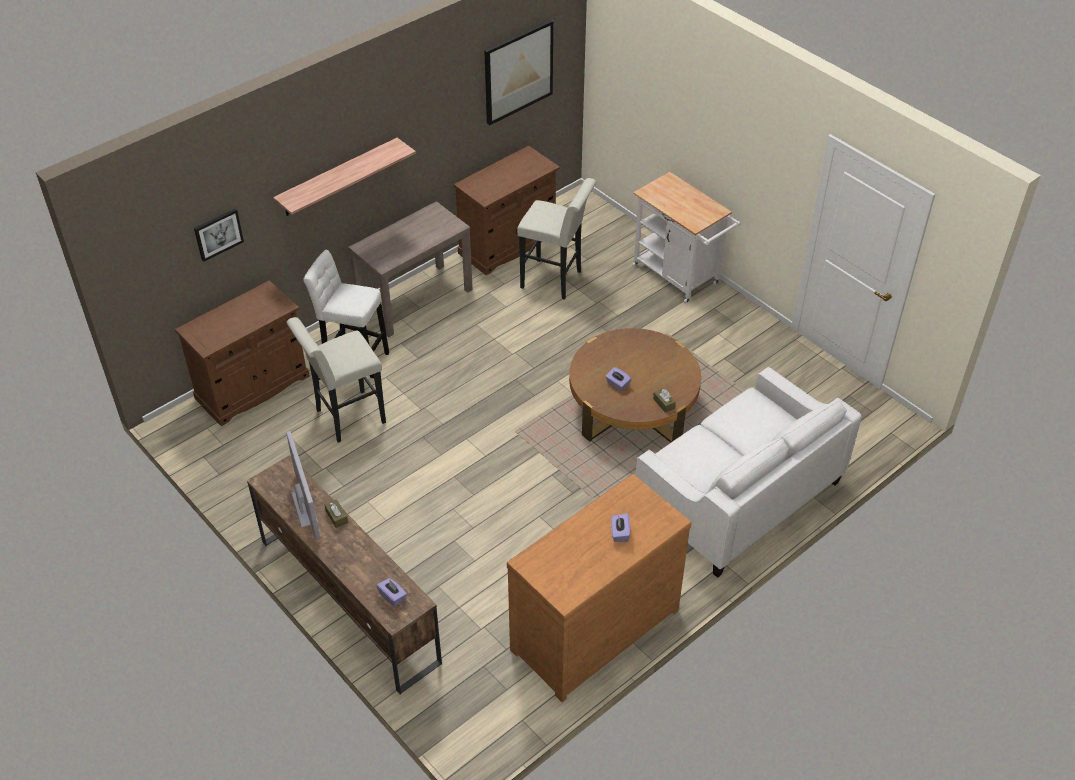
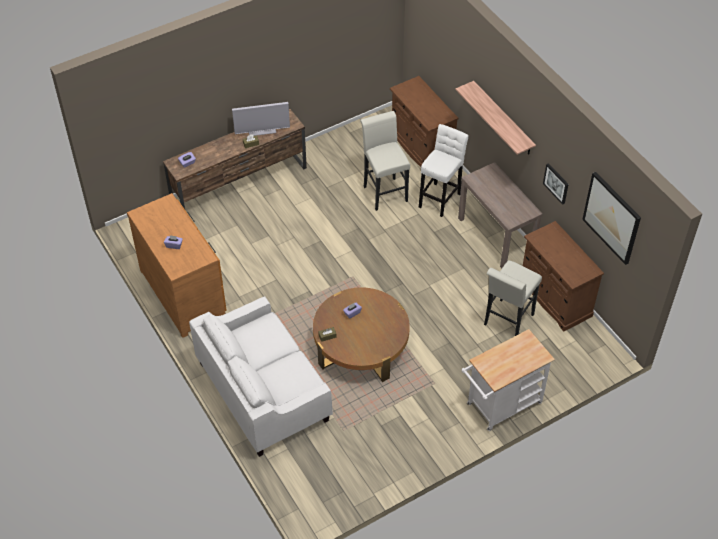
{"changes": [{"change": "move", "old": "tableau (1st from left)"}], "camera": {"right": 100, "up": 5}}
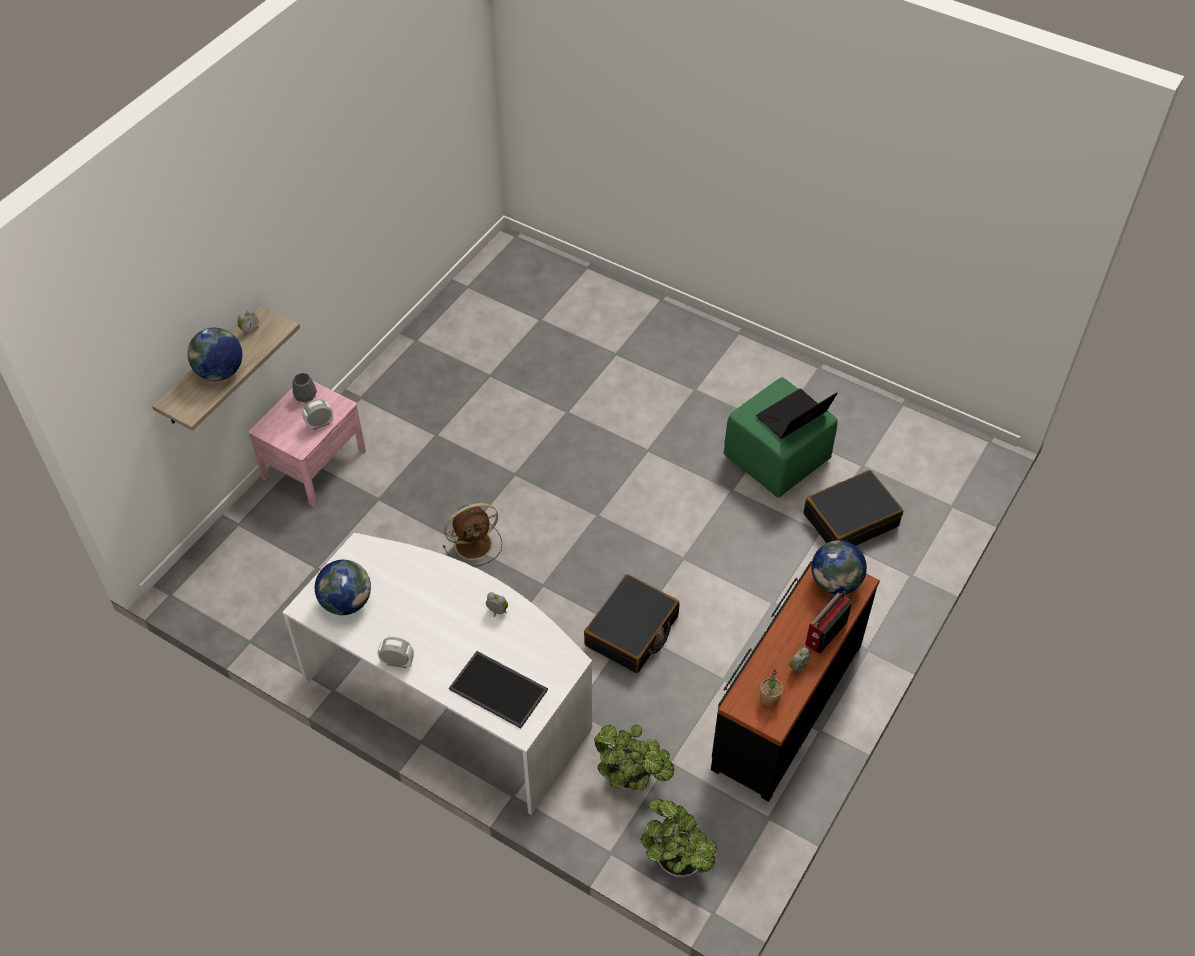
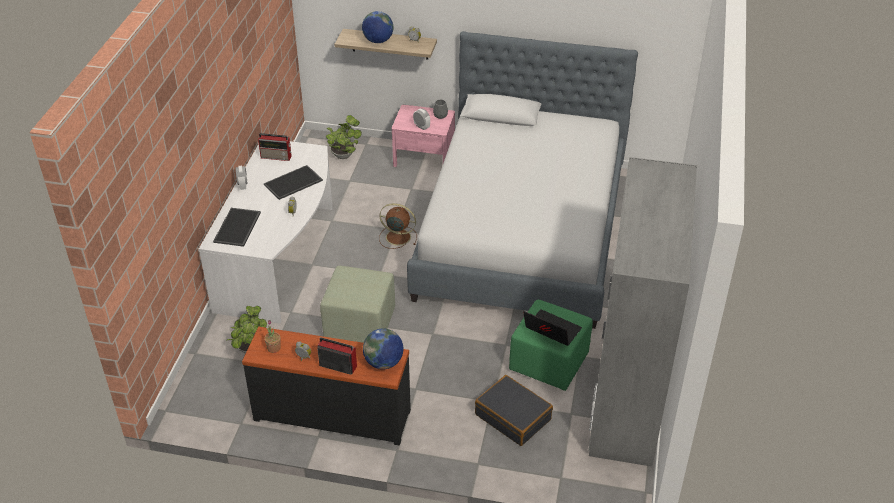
{"changes": [{"change": "rotate", "old": "ventilateur [marron]", "degrees": 150}, {"change": "replace", "old": "globe (2nd from left)", "new": "radio (1st from left)"}, {"change": "replace", "old": "valise [noir] (1st from left)", "new": "pouf [vert] (1st from left)"}, {"change": "move", "old": "plante en pot (2nd from left in the first image)", "new": "plante en pot (3rd from left)"}, {"change": "insert", "new": "lit"}, {"change": "insert", "new": "armoire [gris]"}, {"change": "insert", "new": "plateau (2nd from left)"}], "camera": {"right": 70, "up": -10}}
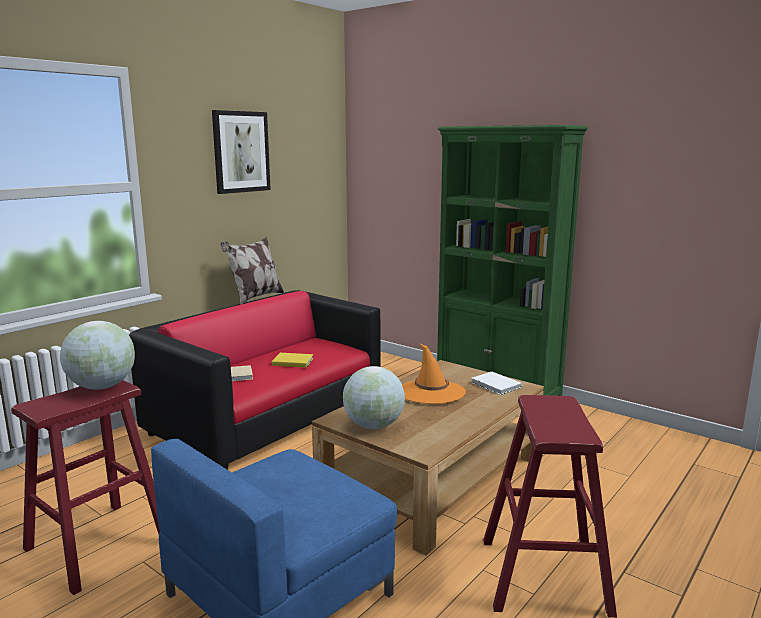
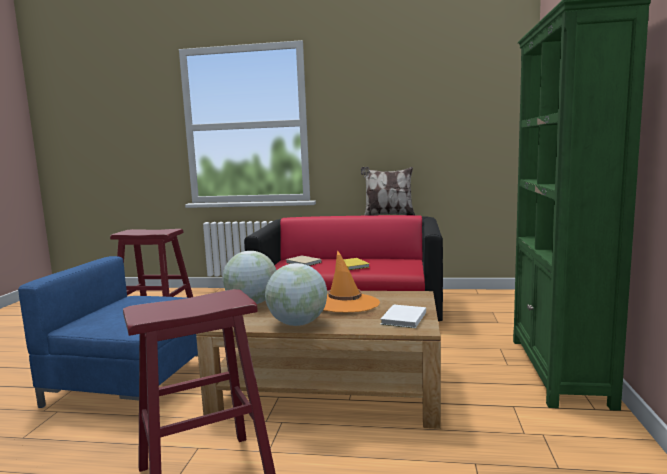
{"changes": [{"change": "delete", "old": "tableau"}, {"change": "move", "old": "globe (1st from left in the first image)", "new": "globe (2nd from left)"}], "camera": {"right": 60, "up": -5}}
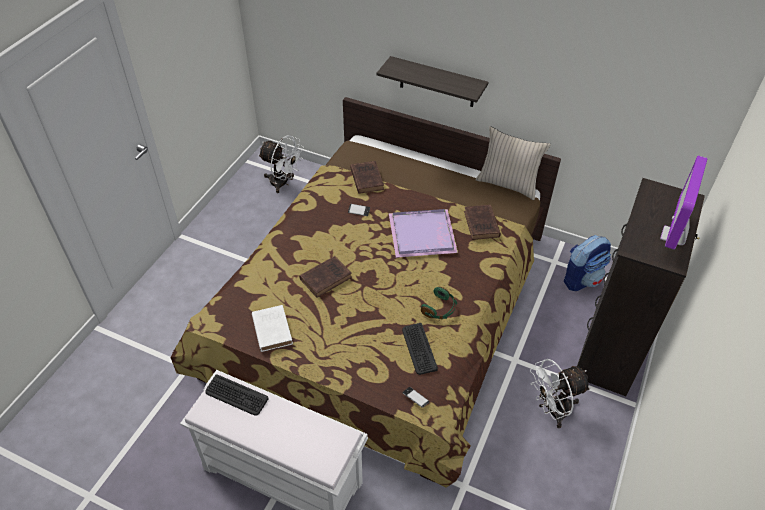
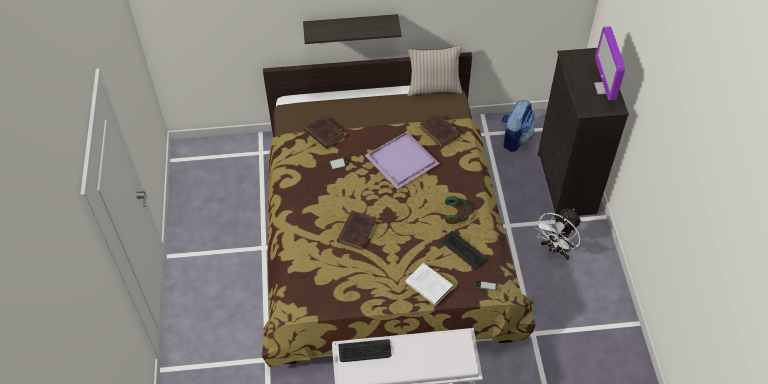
{"changes": [{"change": "delete", "old": "ventilateur [blanc] (1st from left)"}, {"change": "move", "old": "livre [blanc]"}], "camera": {"right": -30, "up": 5}}
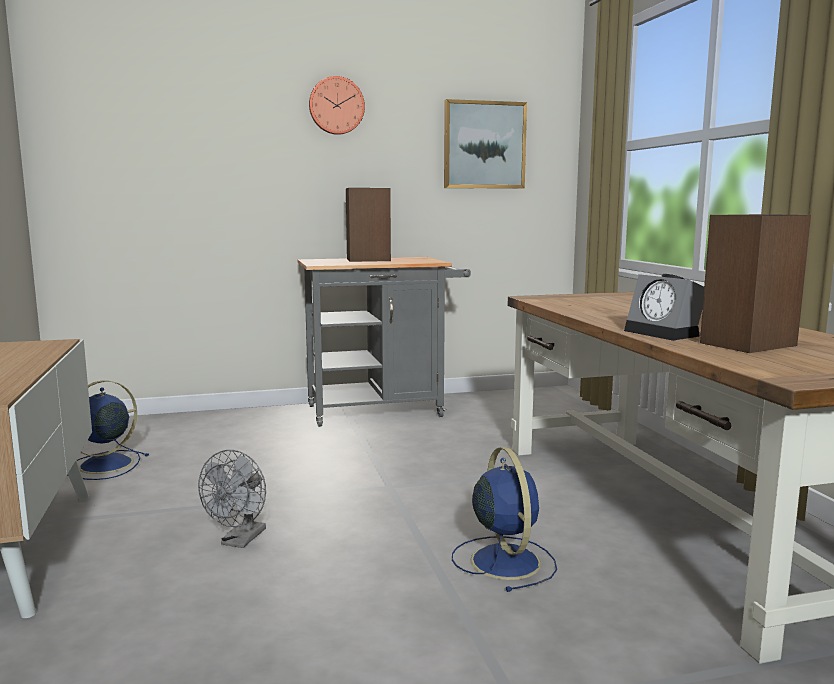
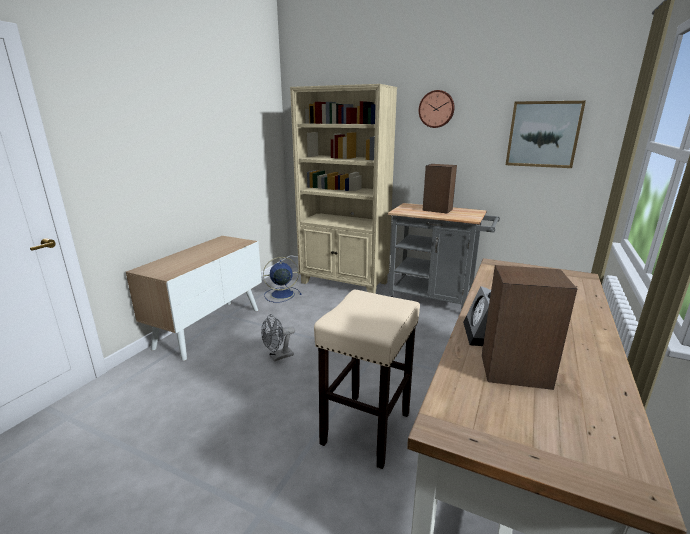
{"changes": [{"change": "replace", "old": "ventilateur [bleu] (2nd from left)", "new": "tabouret [beige]"}, {"change": "insert", "new": "bibliothèque [beige]"}], "camera": {"right": 40, "up": 10}}
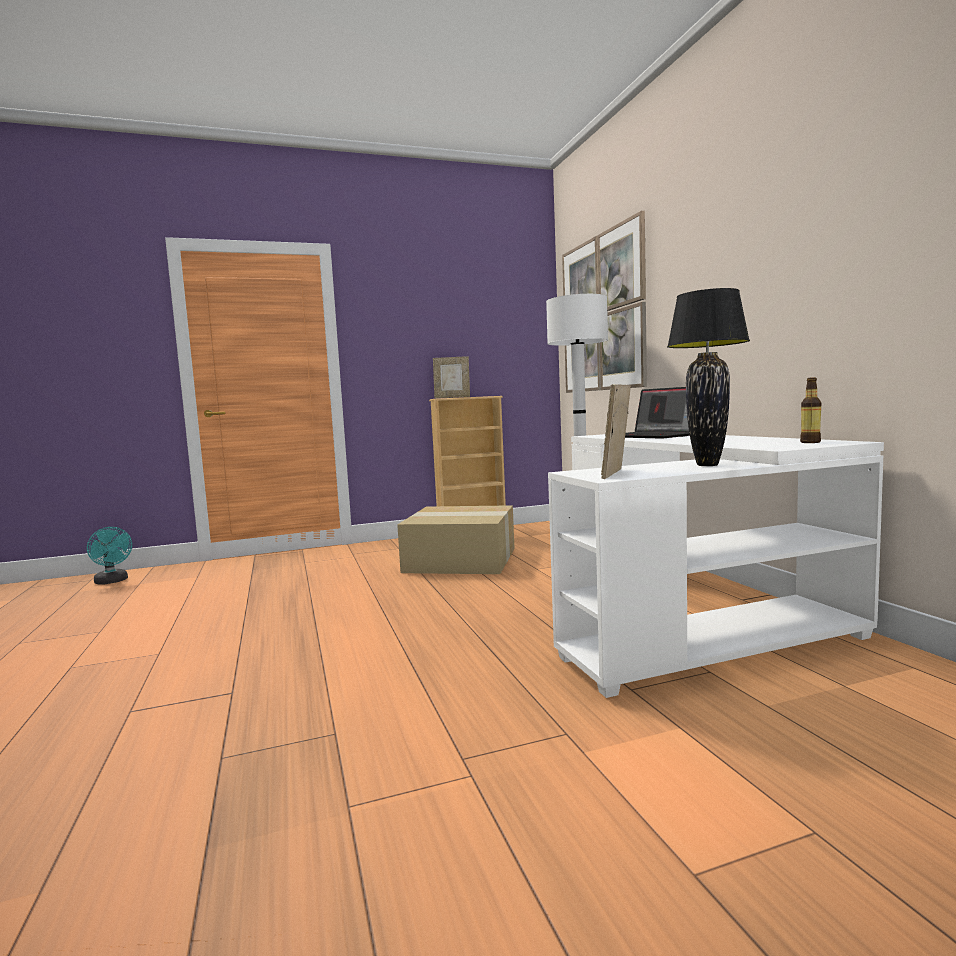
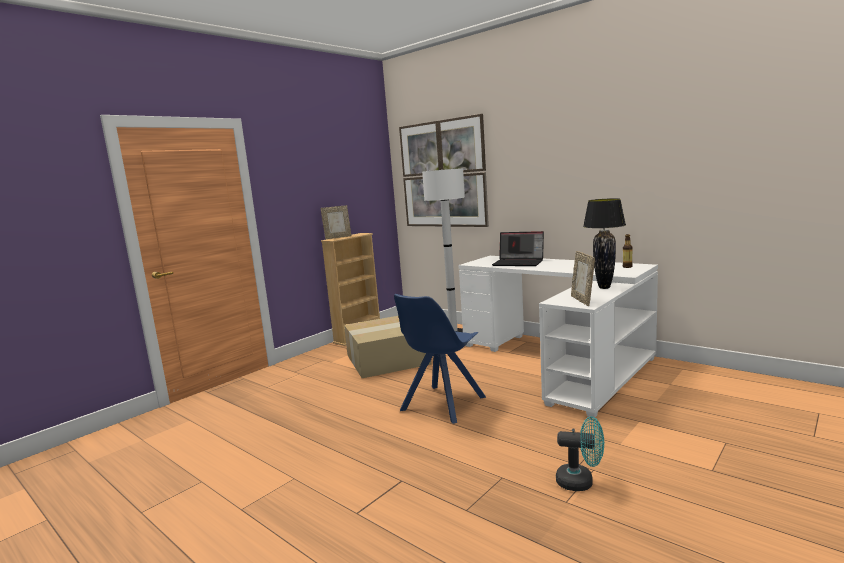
{"changes": [{"change": "move", "old": "ventilateur [turquoise]"}, {"change": "insert", "new": "chaise [bleu]"}], "camera": {"right": -30, "up": 5}}
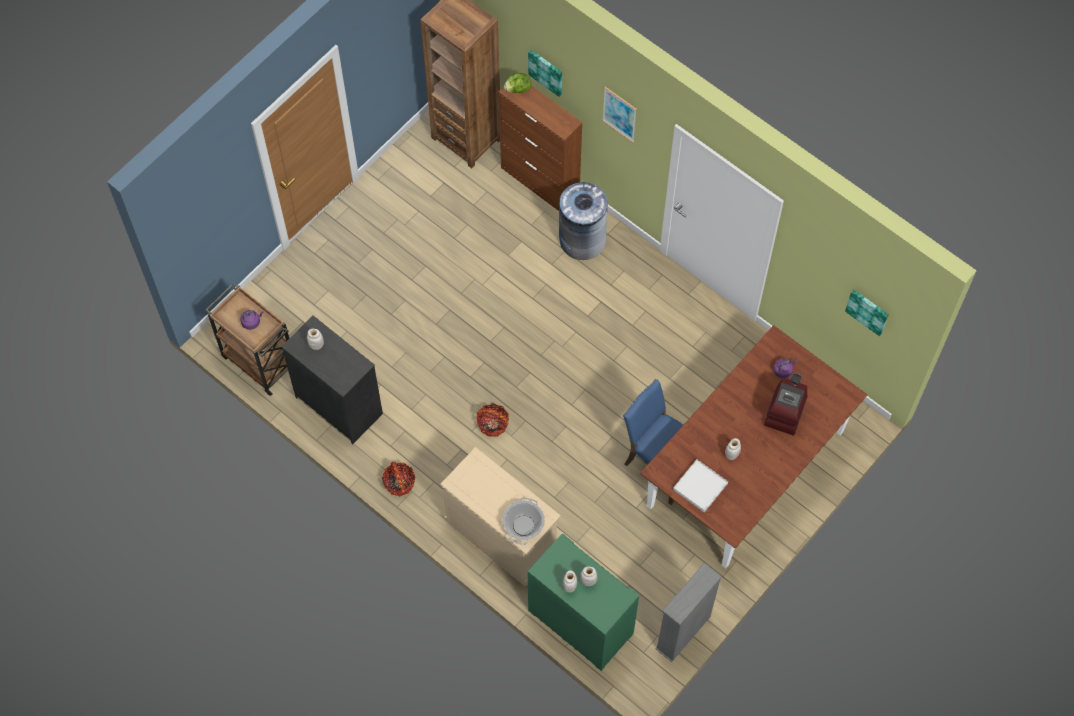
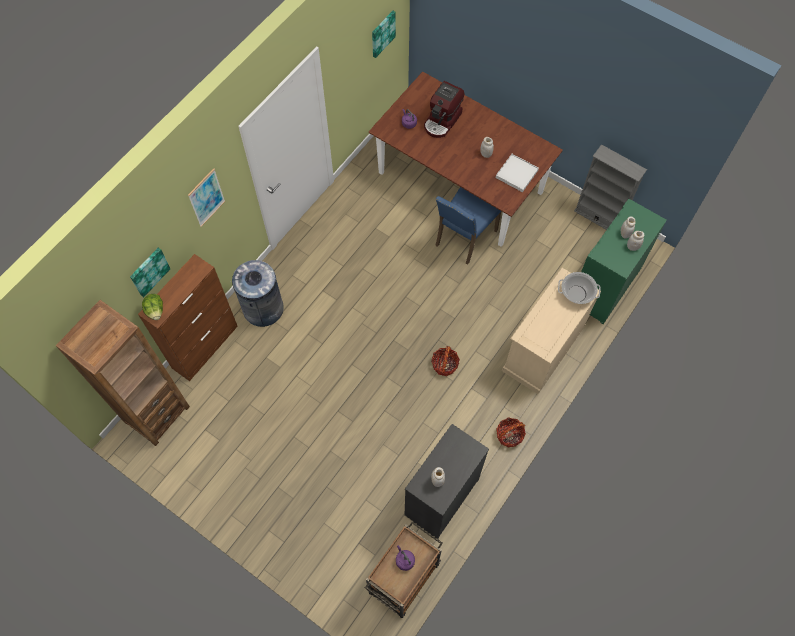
{"changes": [{"change": "rotate", "old": "machine à café", "degrees": -75}], "camera": {"right": -95, "up": 0}}
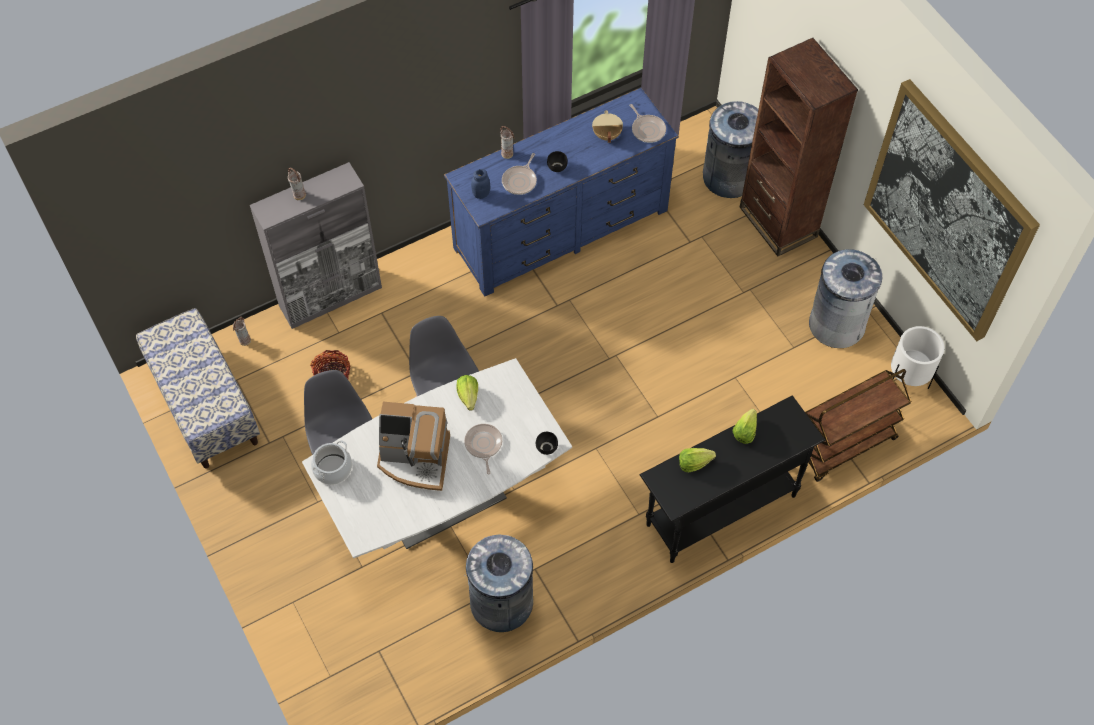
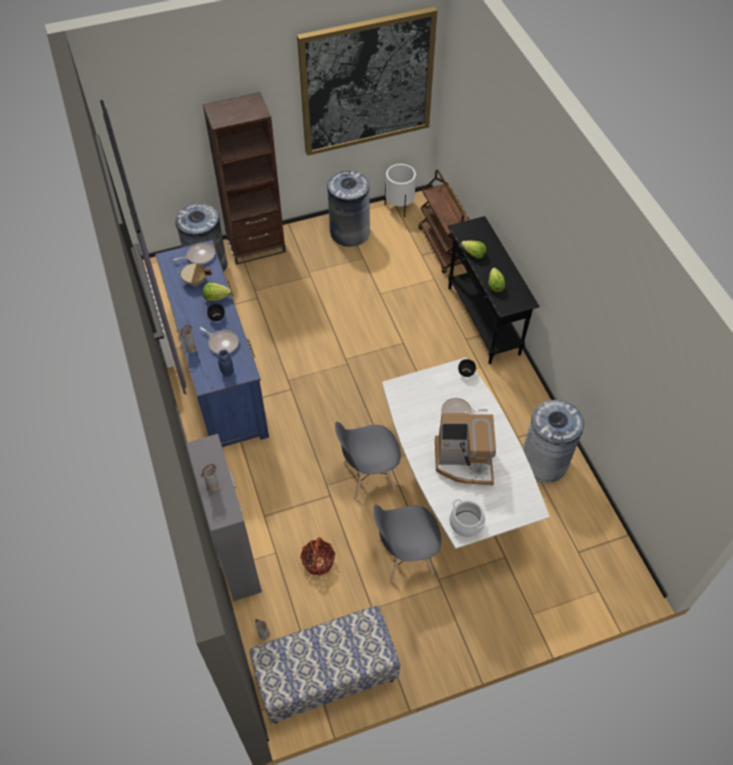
{"changes": [{"change": "move", "old": "laitue (1st from left)"}, {"change": "rotate", "old": "machine à café", "degrees": 75}], "camera": {"right": -80, "up": -5}}
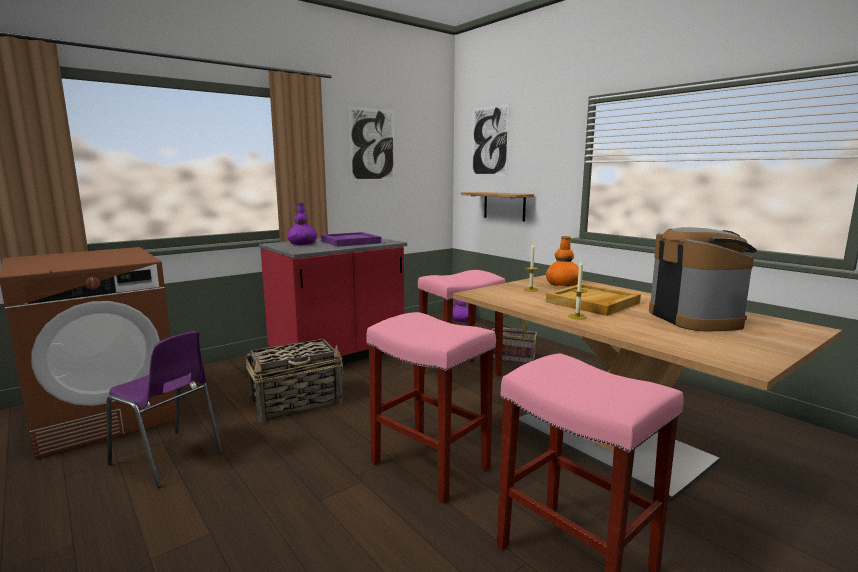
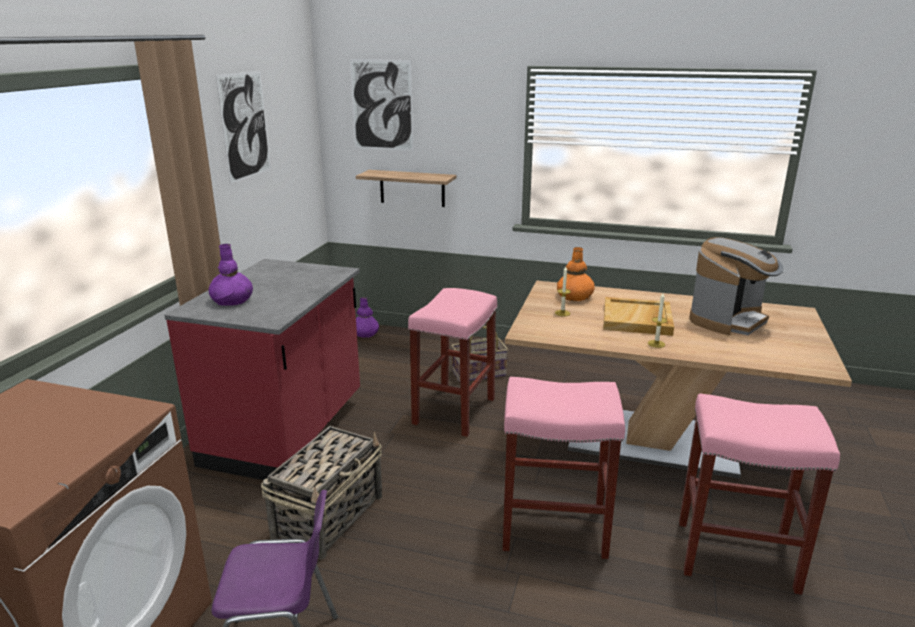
{"changes": [{"change": "rotate", "old": "machine à café", "degrees": 90}, {"change": "delete", "old": "plateau [violet]"}], "camera": {"right": -35, "up": 10}}
